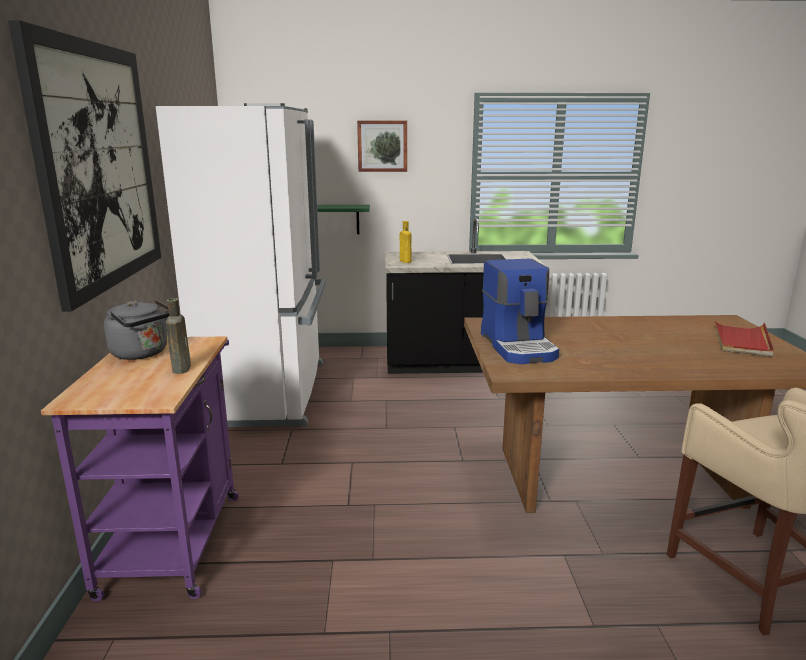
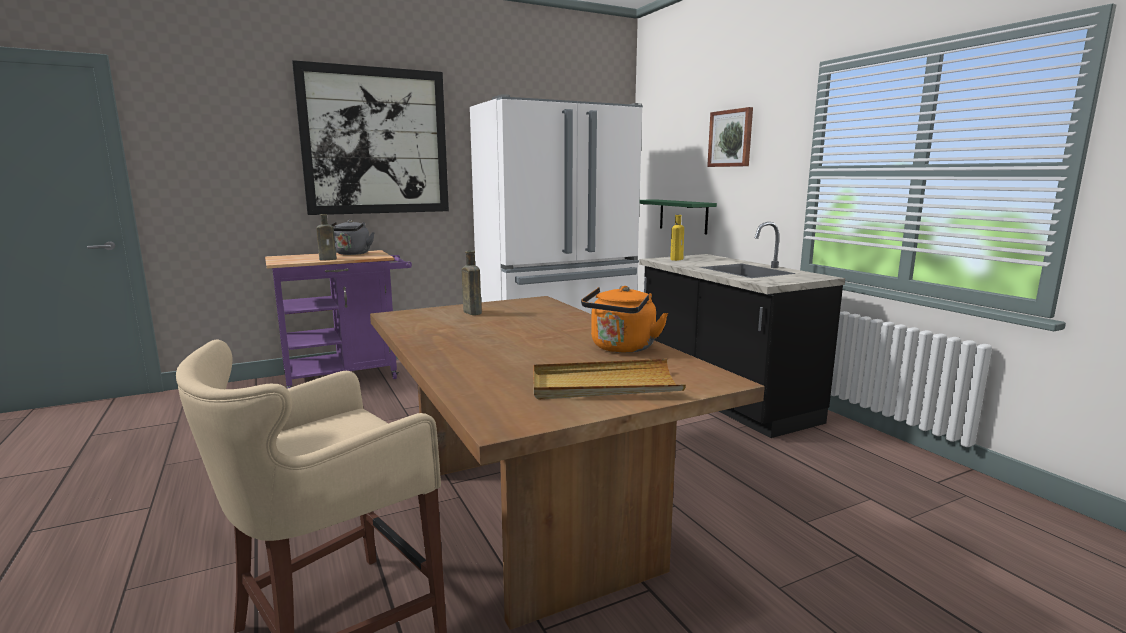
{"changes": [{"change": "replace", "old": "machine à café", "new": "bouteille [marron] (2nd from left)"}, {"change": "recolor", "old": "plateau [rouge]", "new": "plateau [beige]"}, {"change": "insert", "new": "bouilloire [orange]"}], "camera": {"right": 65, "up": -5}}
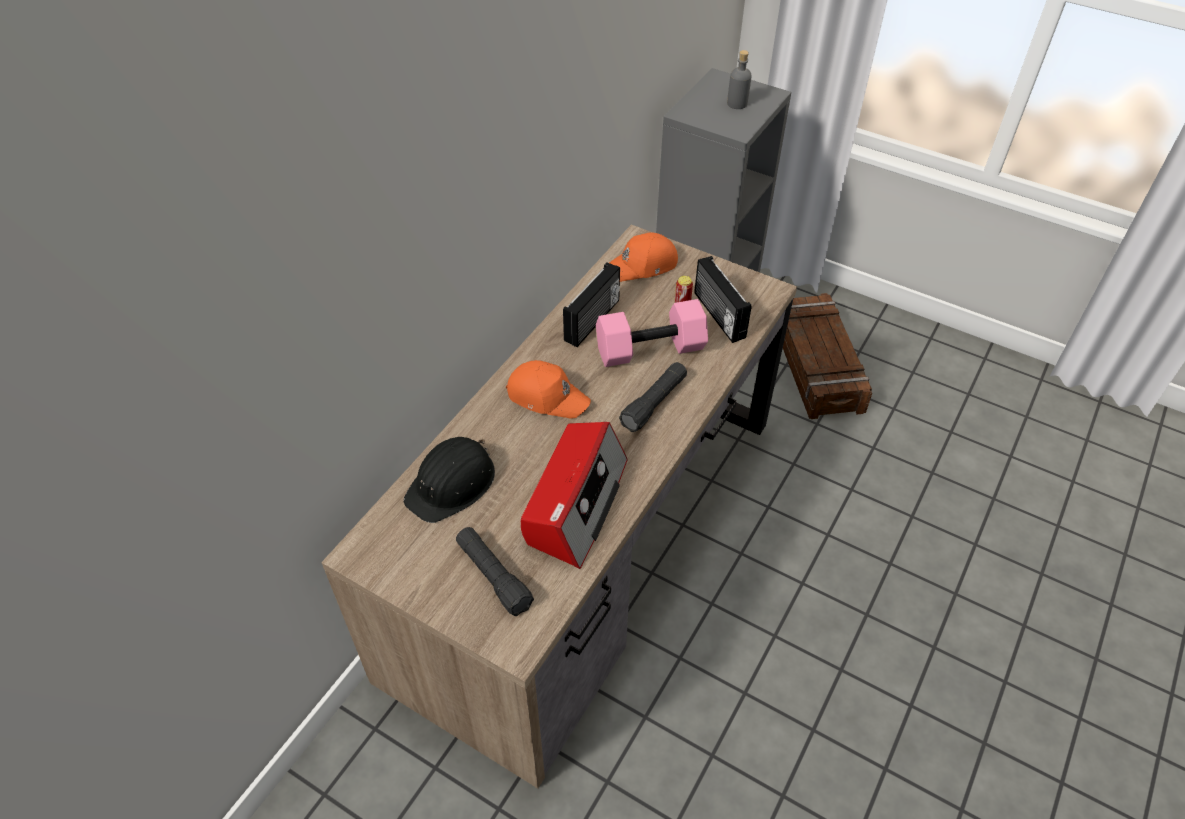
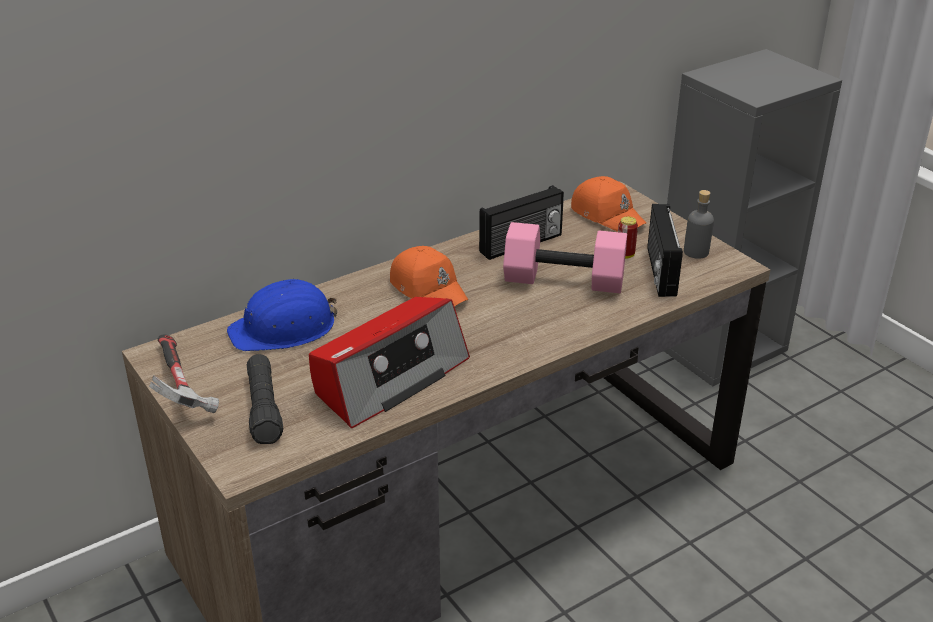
{"changes": [{"change": "move", "old": "bouteille [gris]"}, {"change": "rotate", "old": "casquette [orange] (2nd from left)", "degrees": -135}, {"change": "delete", "old": "caisse"}, {"change": "delete", "old": "lampe de poche [noir] (2nd from left)"}, {"change": "recolor", "old": "casque de chantier [noir]", "new": "casque de chantier [bleu]"}, {"change": "insert", "new": "marteau"}], "camera": {"right": 25, "up": -15}}
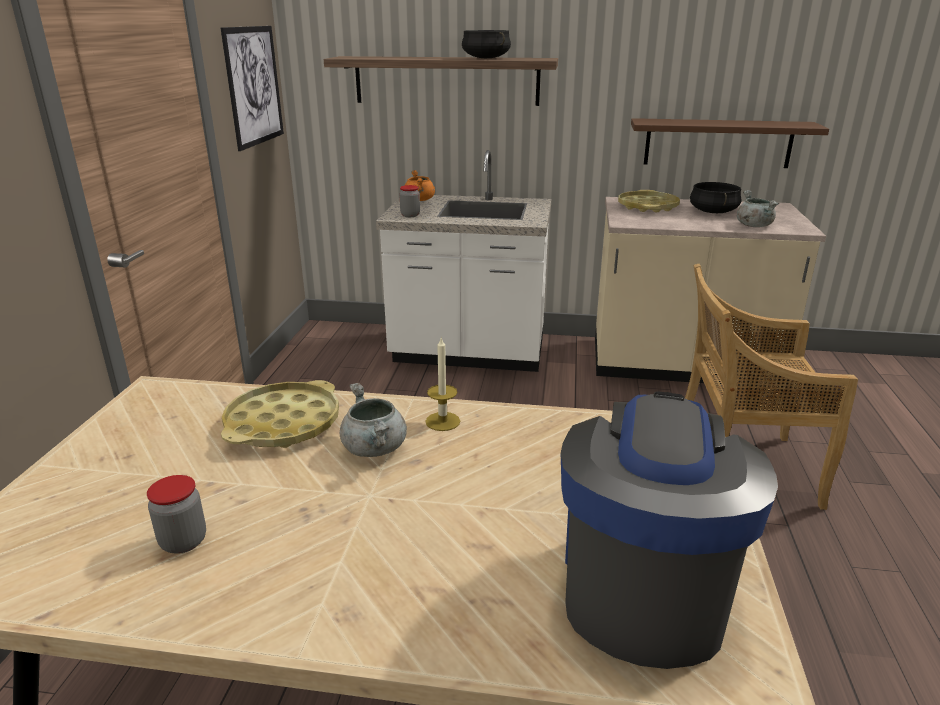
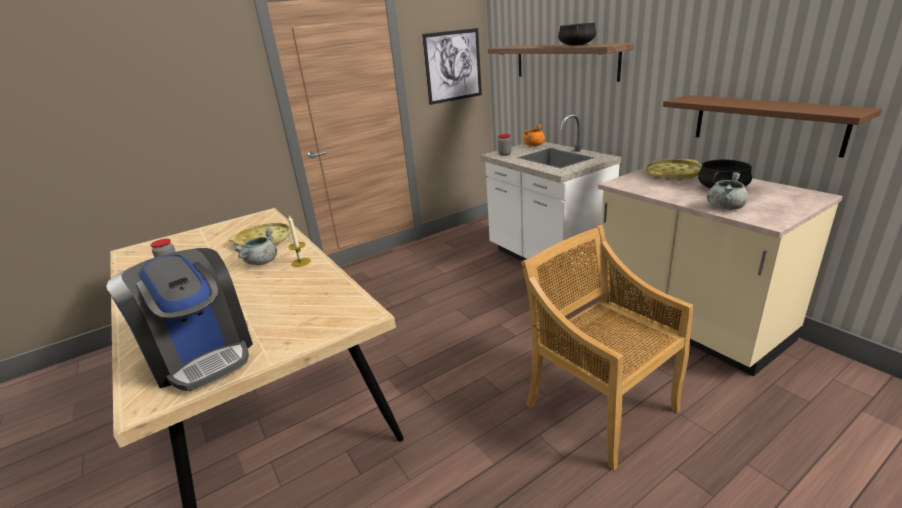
{"changes": [{"change": "rotate", "old": "machine à café", "degrees": 75}], "camera": {"right": 50, "up": 0}}
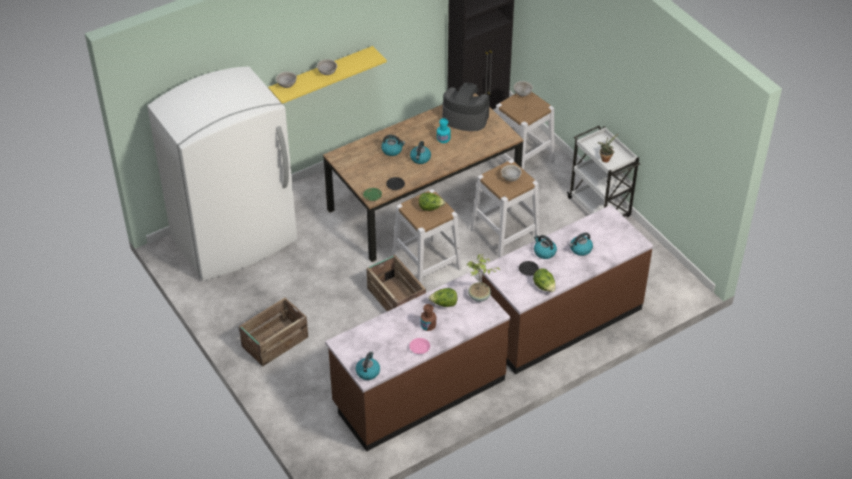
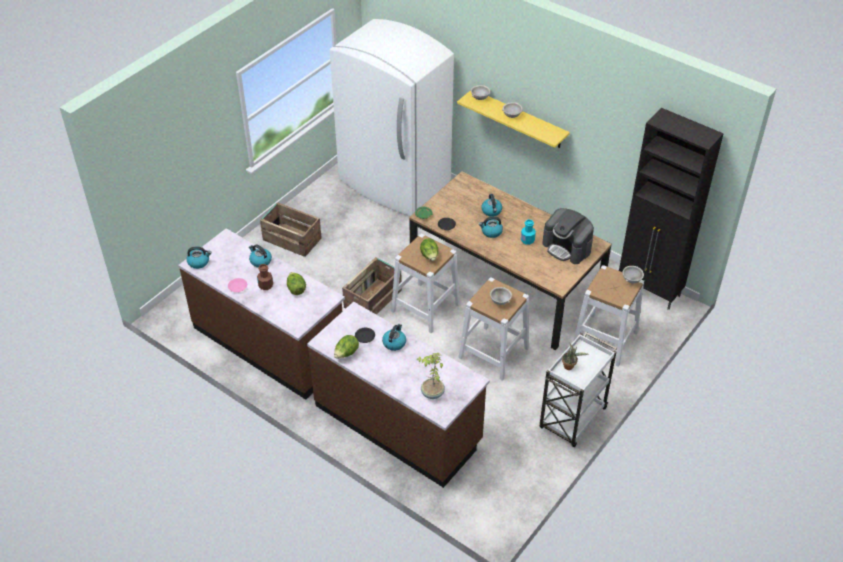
{"changes": [{"change": "rotate", "old": "machine à café", "degrees": 135}, {"change": "move", "old": "bouilloire (5th from left in the first image)", "new": "bouilloire (2nd from left)"}, {"change": "move", "old": "plante en pot (1st from left)"}], "camera": {"right": 70, "up": 0}}
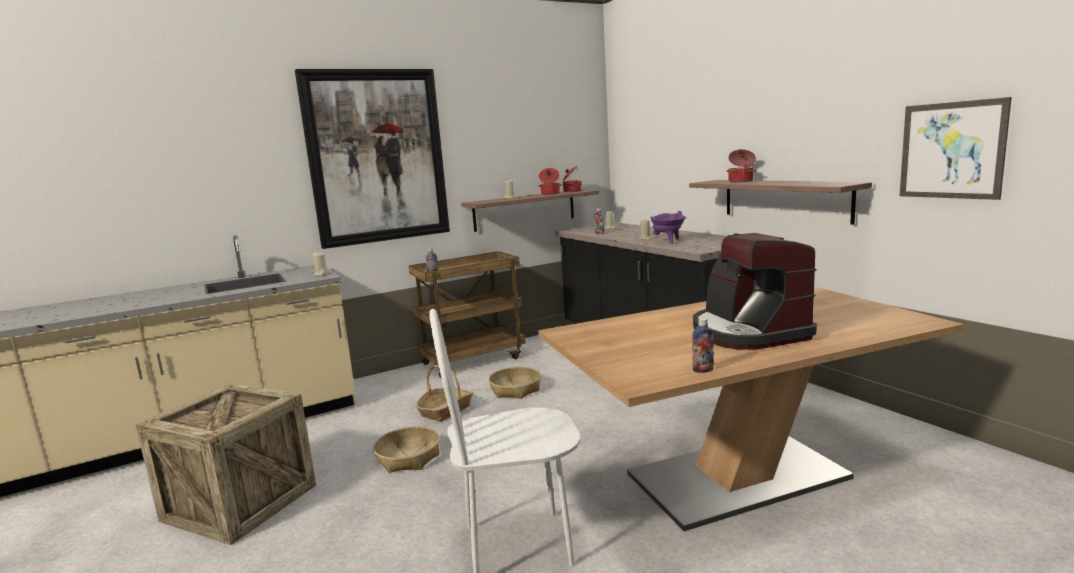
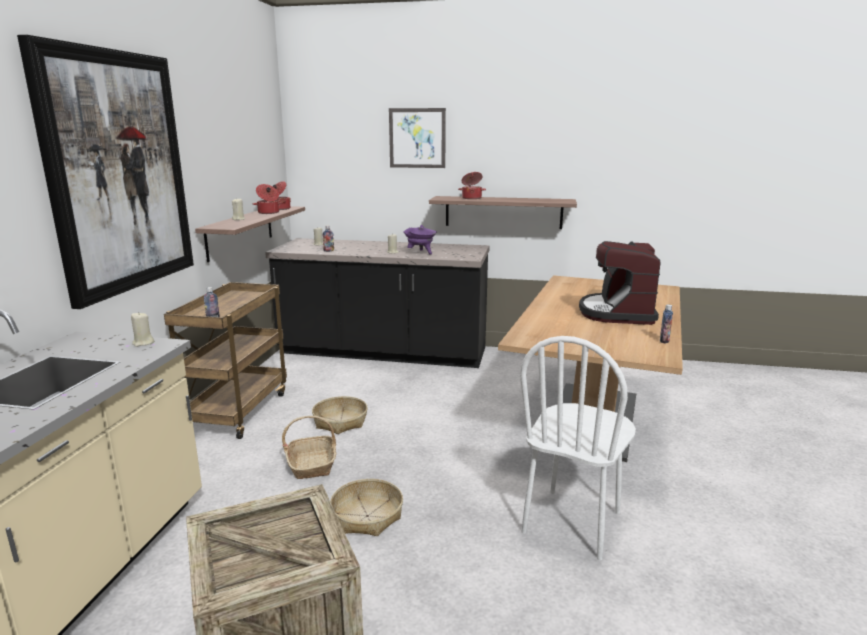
{"changes": [{"change": "move", "old": "tableau (2nd from left)"}, {"change": "rotate", "old": "machine à café", "degrees": 75}], "camera": {"right": -50, "up": 5}}
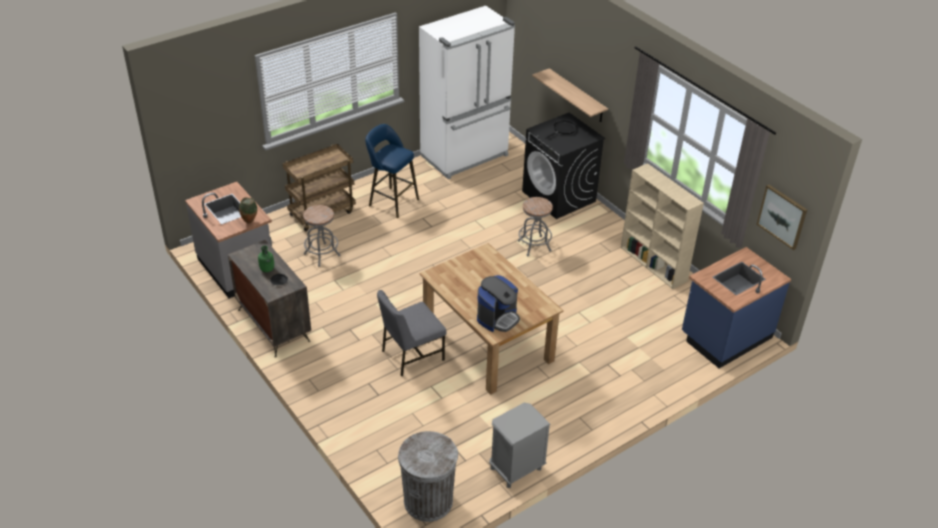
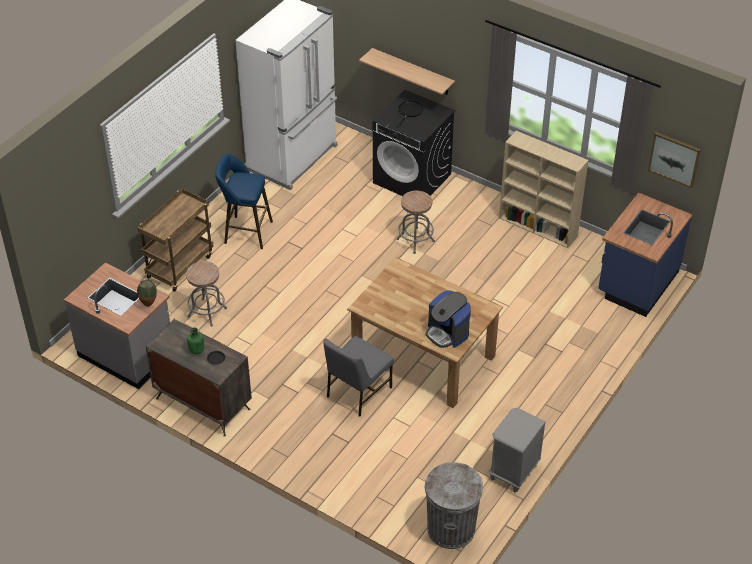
{"changes": [{"change": "rotate", "old": "machine à café", "degrees": 120}], "camera": {"right": -20, "up": 5}}
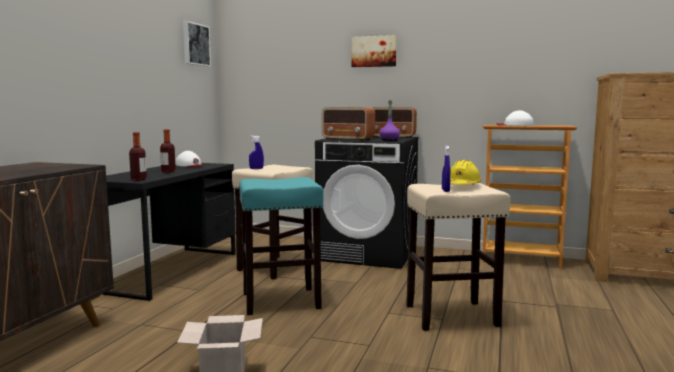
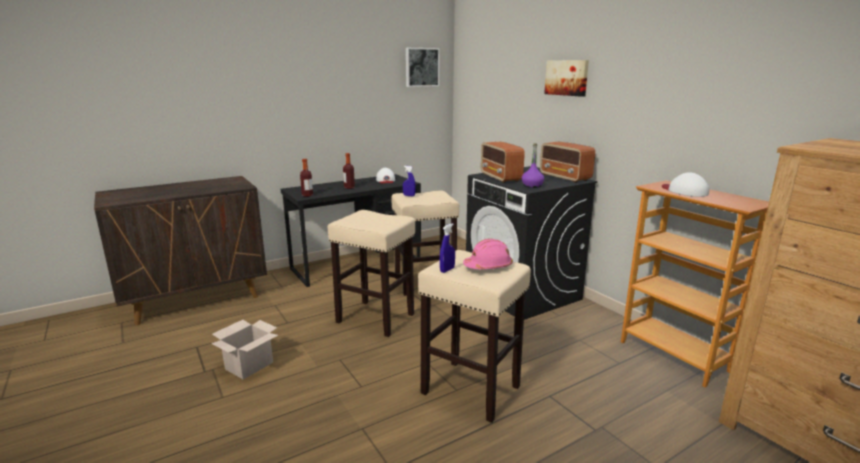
{"changes": [{"change": "recolor", "old": "casque de chantier [jaune]", "new": "casque de chantier [rose]"}, {"change": "recolor", "old": "tabouret [turquoise]", "new": "tabouret [beige] (1st from left)"}], "camera": {"right": 40, "up": 10}}
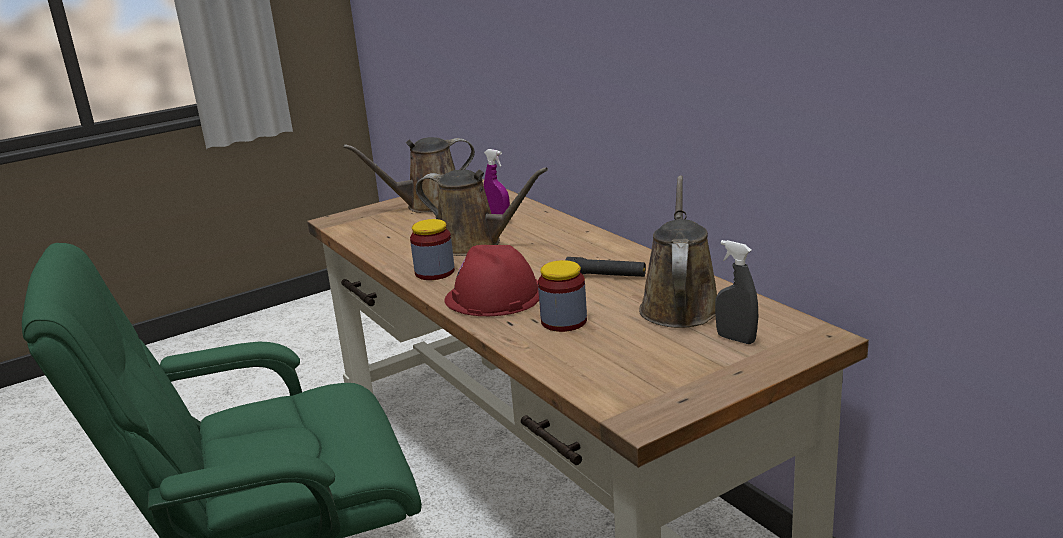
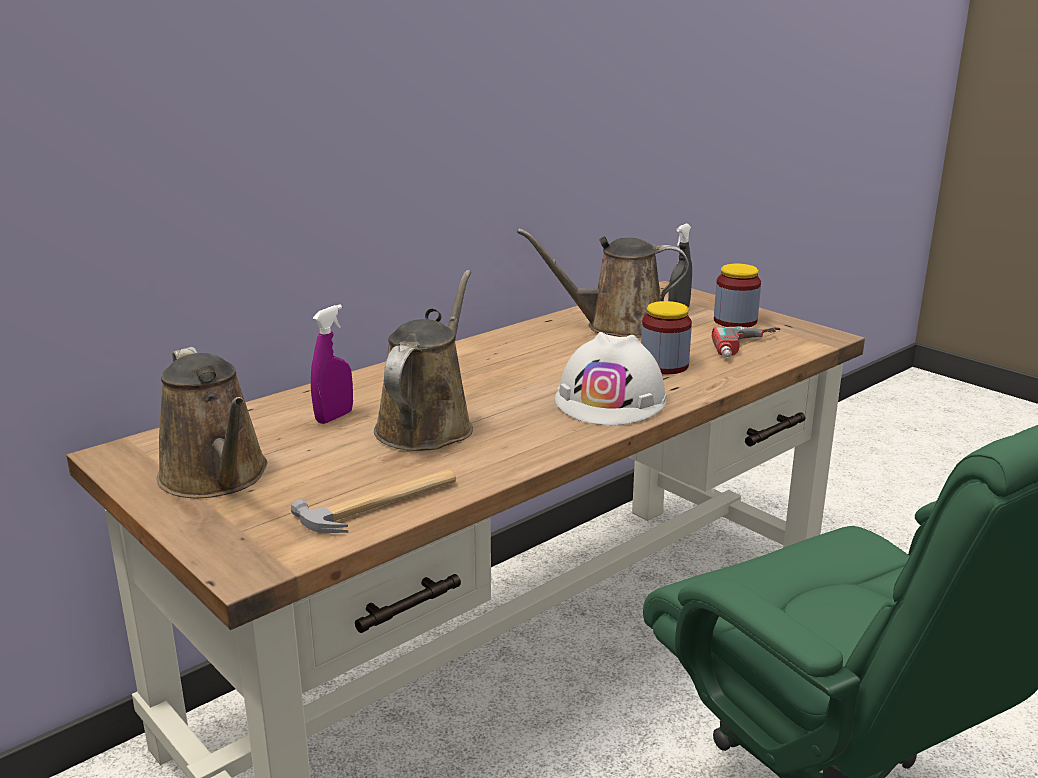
{"changes": [{"change": "move", "old": "bocal (1st from left in the first image)", "new": "bocal (2nd from left)"}, {"change": "recolor", "old": "casque de chantier [rouge]", "new": "casque de chantier [blanc]"}, {"change": "delete", "old": "lampe de poche [noir]"}, {"change": "insert", "new": "perceuse"}, {"change": "insert", "new": "marteau"}], "camera": {"right": -100, "up": 0}}
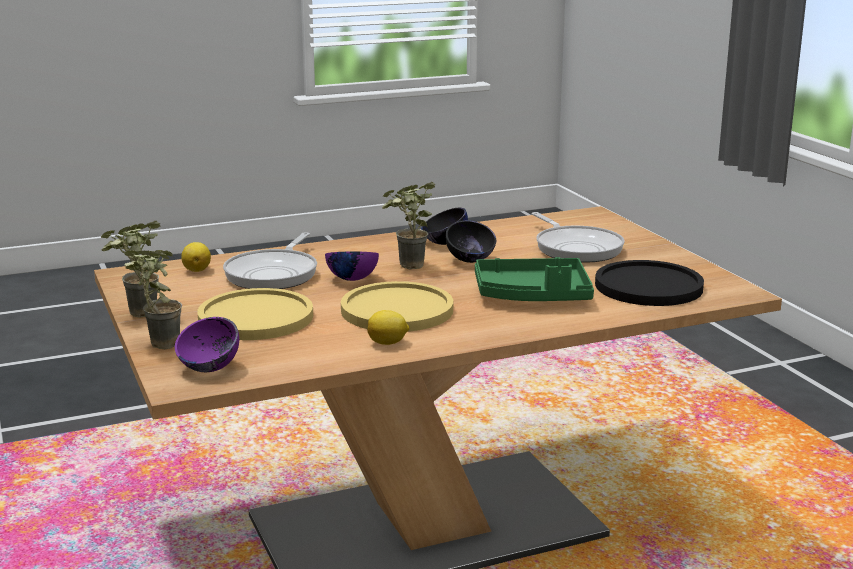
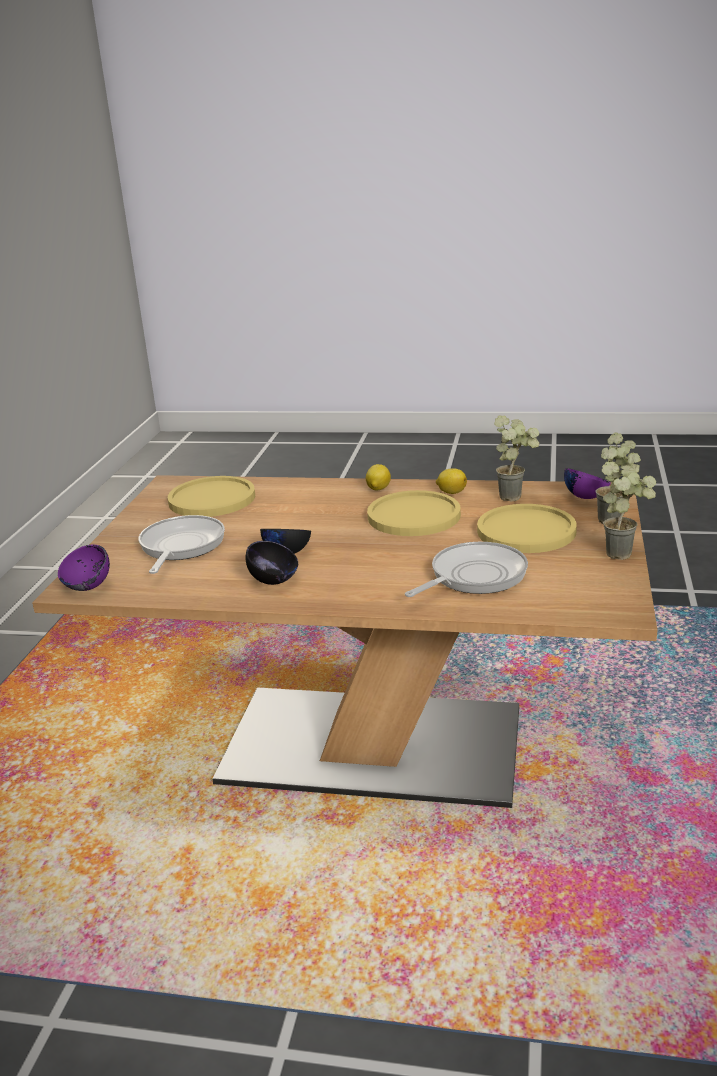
{"changes": [{"change": "move", "old": "plante en pot (3rd from left in the first image)", "new": "plante en pot (1st from left)"}, {"change": "move", "old": "citron (1st from left)"}, {"change": "move", "old": "bol [violet] (2nd from left in the first image)", "new": "bol [violet] (1st from left)"}, {"change": "delete", "old": "plateau [vert]"}, {"change": "recolor", "old": "assiette [noir]", "new": "assiette [jaune] (1st from left)"}], "camera": {"right": -145, "up": 5}}
